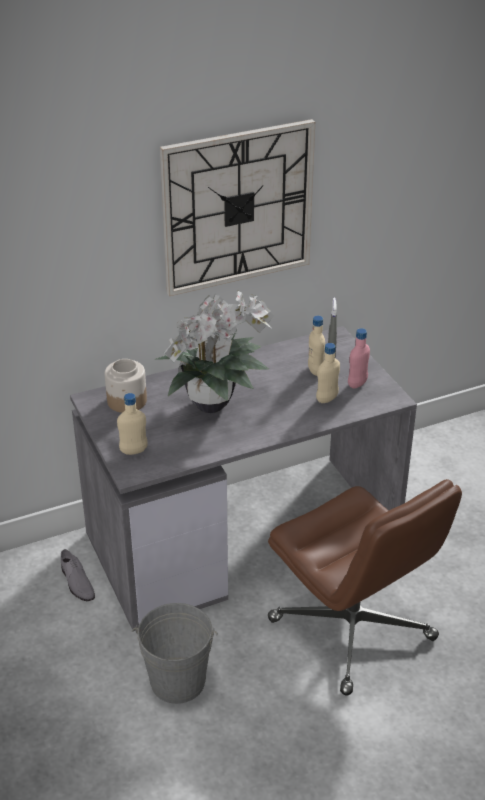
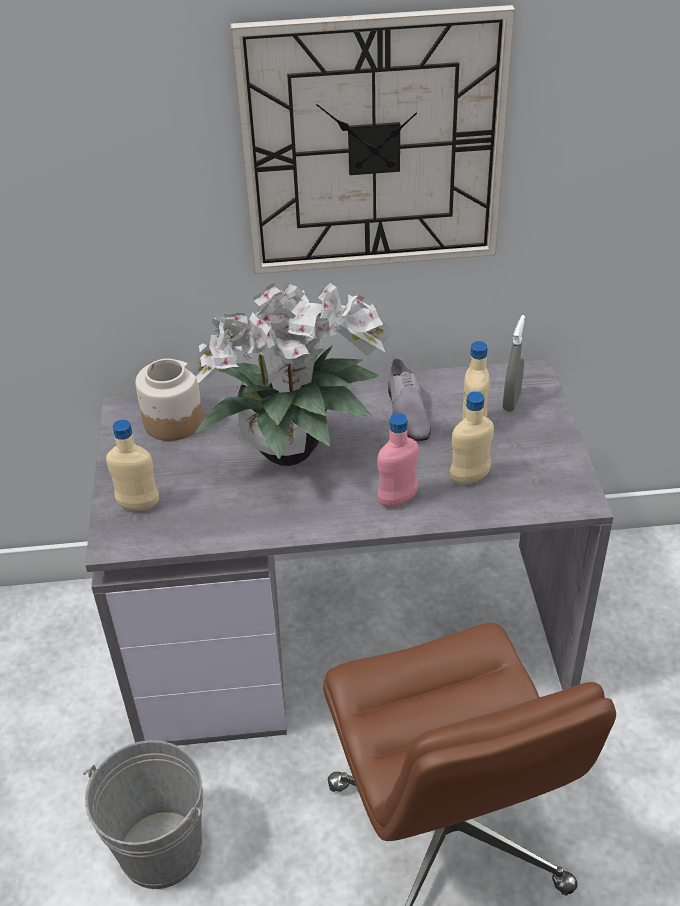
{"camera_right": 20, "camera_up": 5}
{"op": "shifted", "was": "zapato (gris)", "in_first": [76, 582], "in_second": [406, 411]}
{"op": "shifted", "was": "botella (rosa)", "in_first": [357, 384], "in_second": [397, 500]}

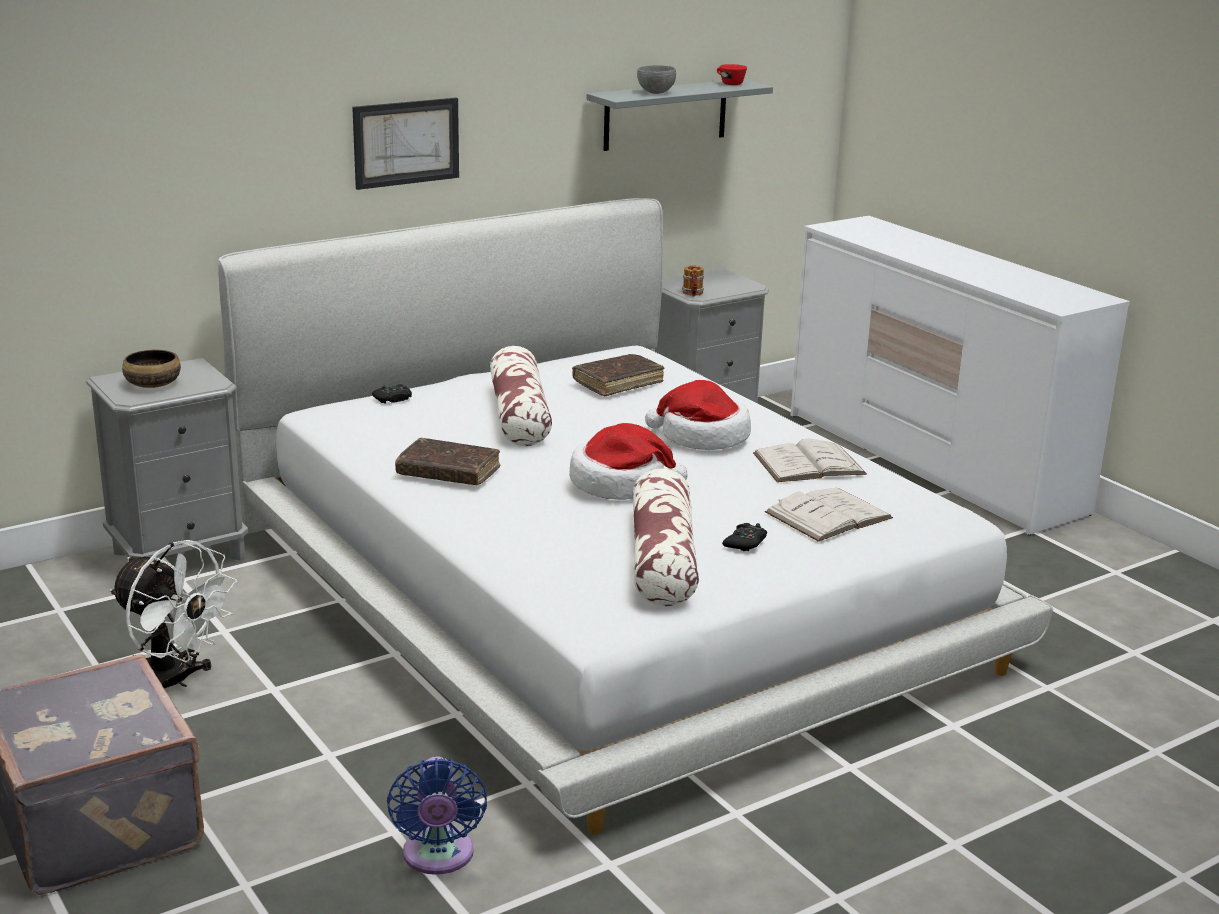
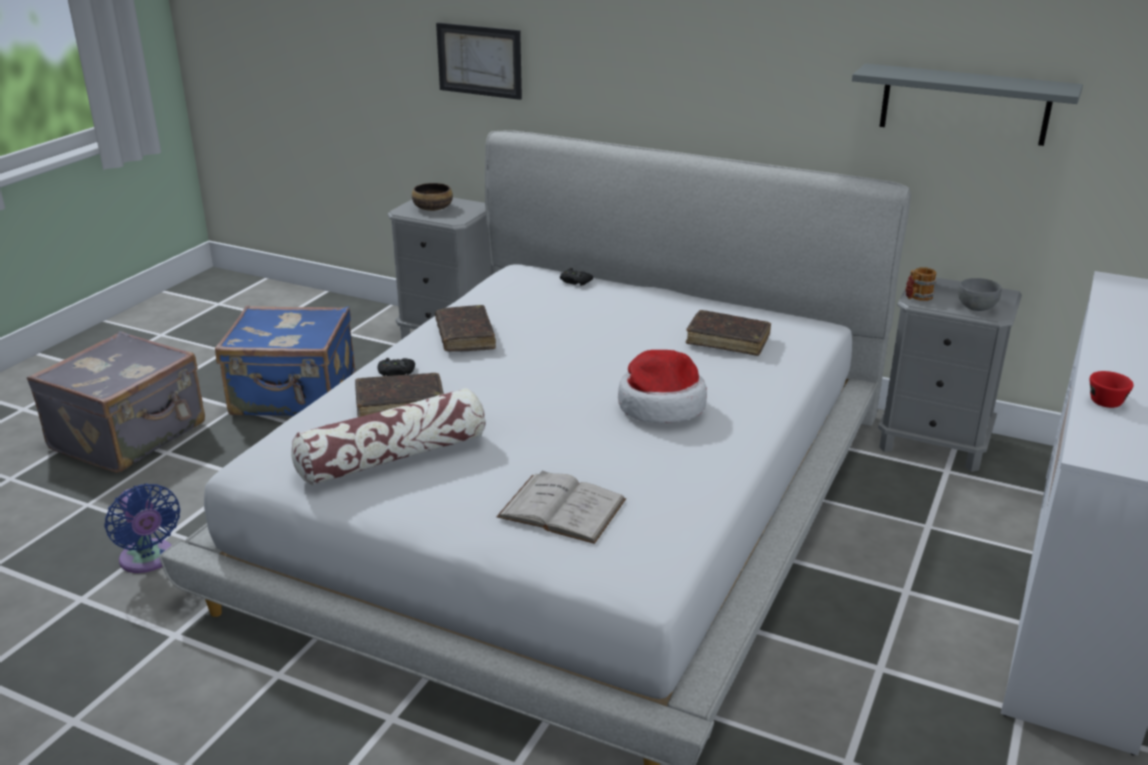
{"camera_right": 60, "camera_up": 5}
{"op": "swapped", "was": "ventilador (blanco)", "now": "maleta (azul)", "in_first": [175, 682], "in_second": [294, 396]}
{"op": "shifted", "was": "cuadro", "in_first": [406, 142], "in_second": [479, 60]}
{"op": "rotated", "was": "ventilador (azul)", "in_first": [438, 857], "in_second": [148, 560], "clockwise": -90}
{"op": "gone", "was": "cojín", "in_first": [519, 415]}
{"op": "gone", "was": "sombrero", "in_first": [620, 484]}
{"op": "shifted", "was": "cuenco (gris)", "in_first": [656, 92], "in_second": [977, 308]}
{"op": "shifted", "was": "taza (rojo)", "in_first": [729, 83], "in_second": [1104, 399]}
{"op": "shifted", "was": "mando de consola (negro)", "in_first": [745, 543], "in_second": [396, 372]}
{"op": "gone", "was": "libro (blanco)", "in_first": [809, 464]}
{"op": "new", "now": "libro (marrón)", "in_second": [400, 404]}

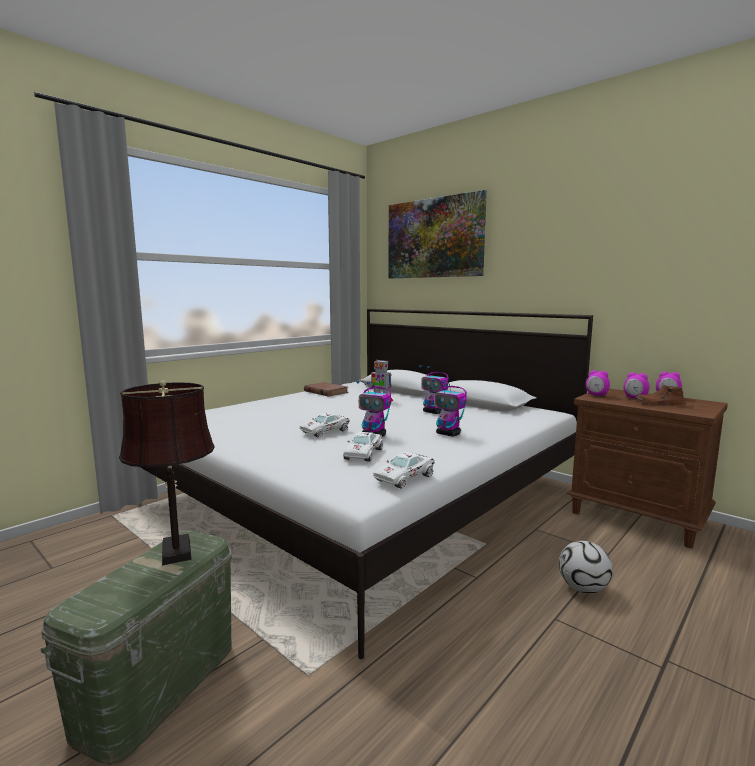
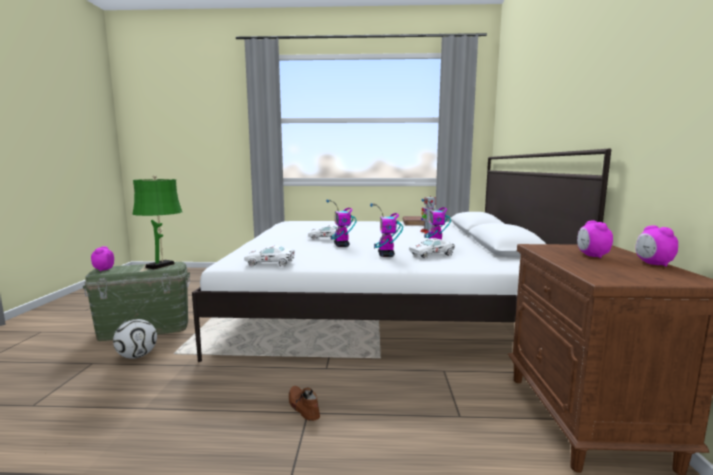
{"camera_right": 50, "camera_up": 0}
{"op": "repainted", "was": "lámpara de mesa (marrón)", "now": "lámpara de mesa (verde)", "in_first": [176, 548], "in_second": [162, 265]}
{"op": "shifted", "was": "coche de juguete (blanco)", "in_first": [363, 453], "in_second": [432, 254]}
{"op": "gone", "was": "cuadro", "in_first": [434, 238]}
{"op": "shifted", "was": "balón de fútbol", "in_first": [583, 588], "in_second": [137, 356]}
{"op": "shifted", "was": "despertador", "in_first": [596, 395], "in_second": [103, 269]}
{"op": "shifted", "was": "zapato (marrón)", "in_first": [659, 404], "in_second": [303, 407]}

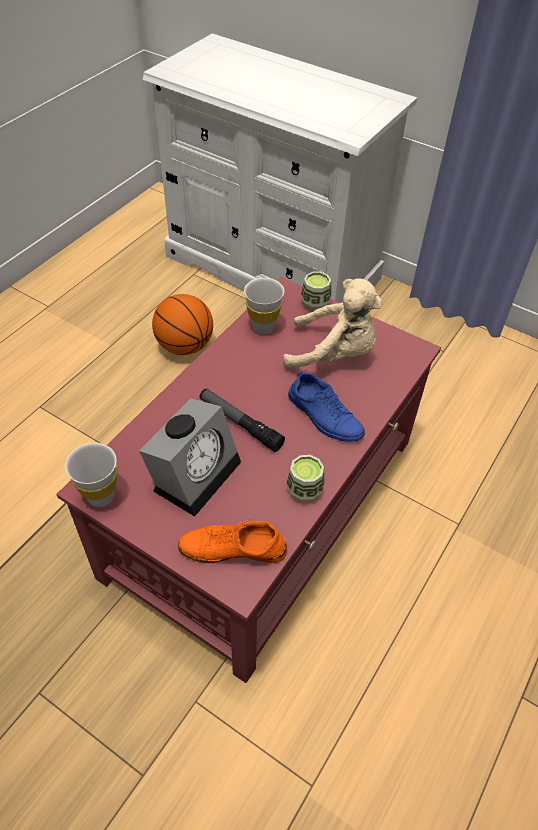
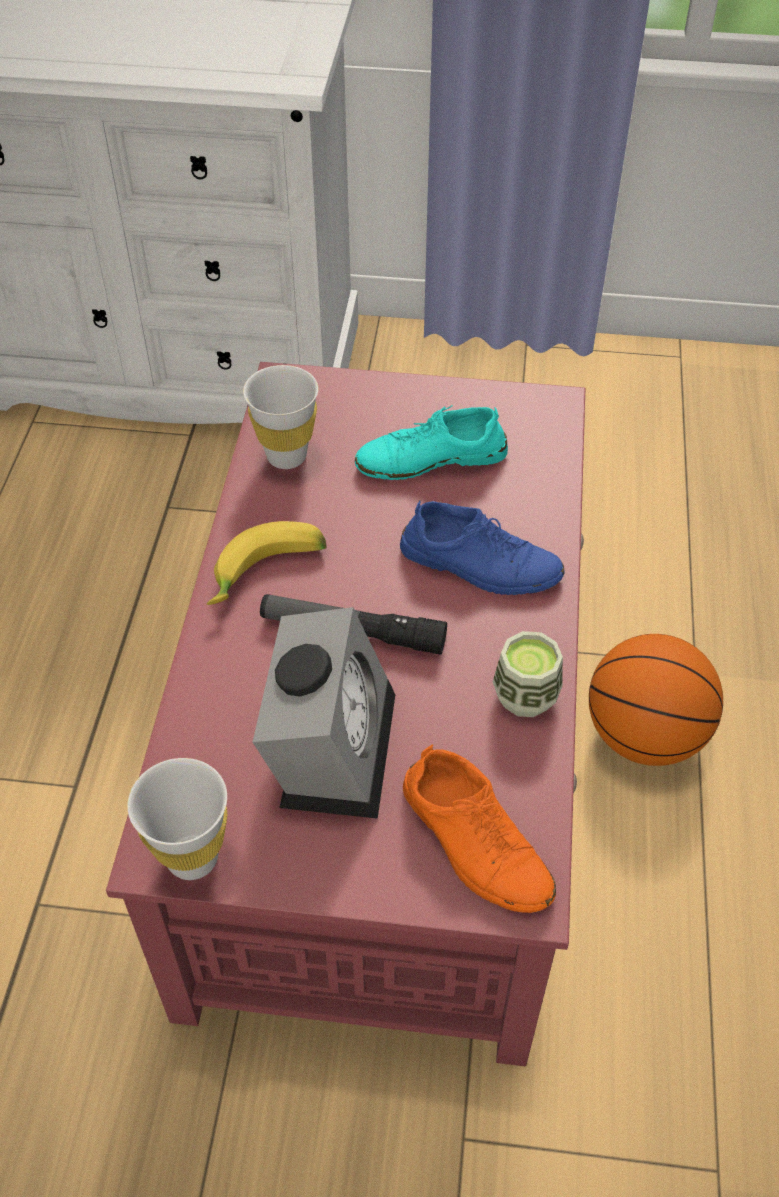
{"camera_right": -25, "camera_up": 0}
{"op": "shifted", "was": "balón de baloncesto", "in_first": [185, 346], "in_second": [644, 735]}
{"op": "rotated", "was": "zapato (naranja)", "in_first": [233, 549], "in_second": [475, 842], "clockwise": -105}
{"op": "swapped", "was": "peluche (beis)", "now": "zapato (turquesa)", "in_first": [334, 354], "in_second": [431, 458]}
{"op": "gone", "was": "taza", "in_first": [315, 303]}
{"op": "new", "now": "plátano", "in_second": [268, 574]}

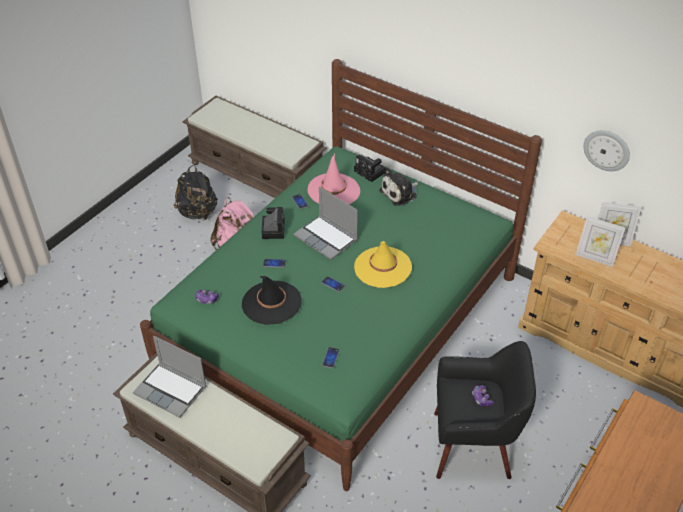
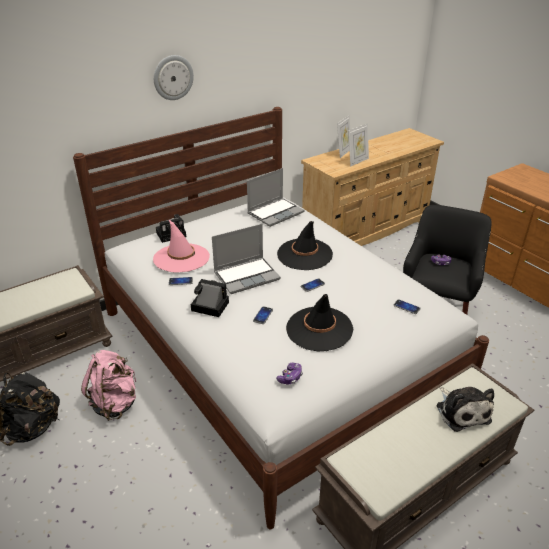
{"camera_right": -70, "camera_up": -10}
{"op": "shifted", "was": "portátil", "in_first": [171, 390], "in_second": [275, 213]}
{"op": "repainted", "was": "cama (verde)", "now": "cama (blanco)", "in_first": [341, 322], "in_second": [275, 350]}
{"op": "repainted", "was": "sombrero (amarillo)", "now": "sombrero (negro)", "in_first": [382, 267], "in_second": [304, 254]}
{"op": "shifted", "was": "peluche", "in_first": [400, 193], "in_second": [461, 411]}
{"op": "shifted", "was": "reloj de pared", "in_first": [607, 150], "in_second": [173, 77]}

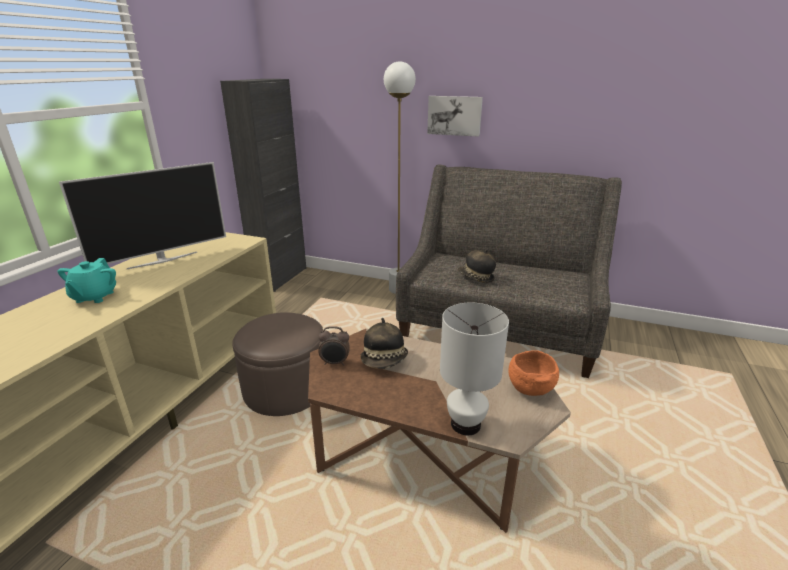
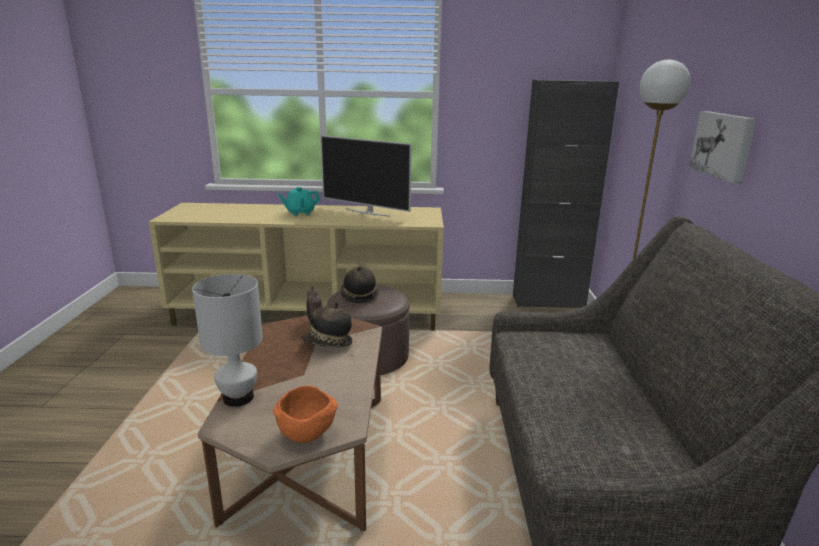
{"camera_right": 70, "camera_up": -5}
{"op": "shifted", "was": "sombrero", "in_first": [475, 278], "in_second": [359, 296]}

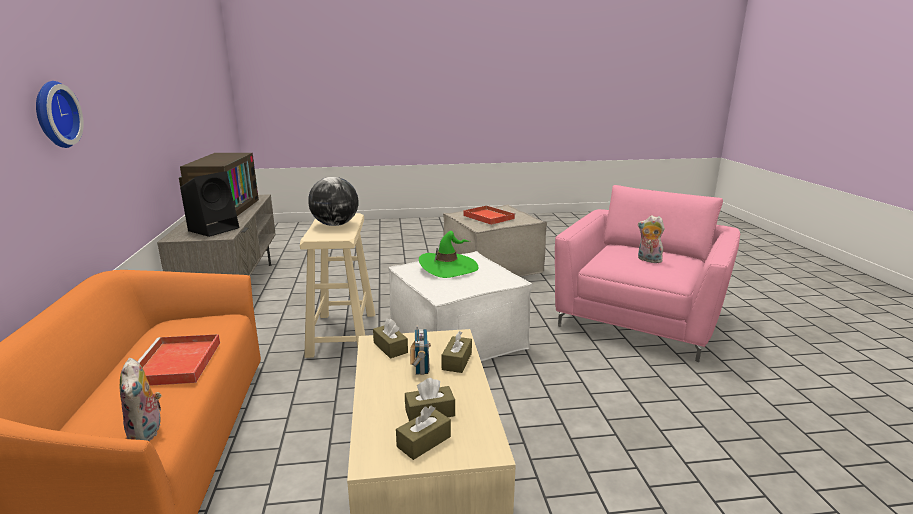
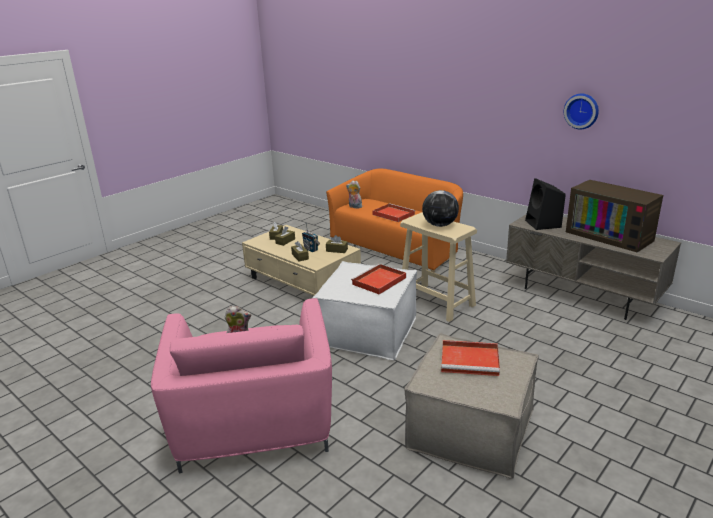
{"camera_right": 140, "camera_up": 5}
{"op": "shifted", "was": "reloj de pared", "in_first": [53, 114], "in_second": [582, 111]}
{"op": "swapped", "was": "sombrero (verde)", "now": "bandeja (rojo)", "in_first": [448, 267], "in_second": [378, 281]}

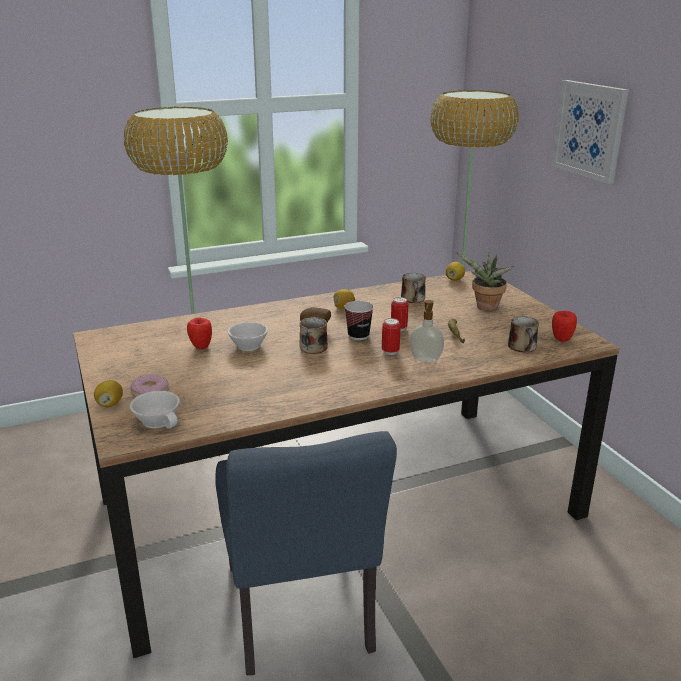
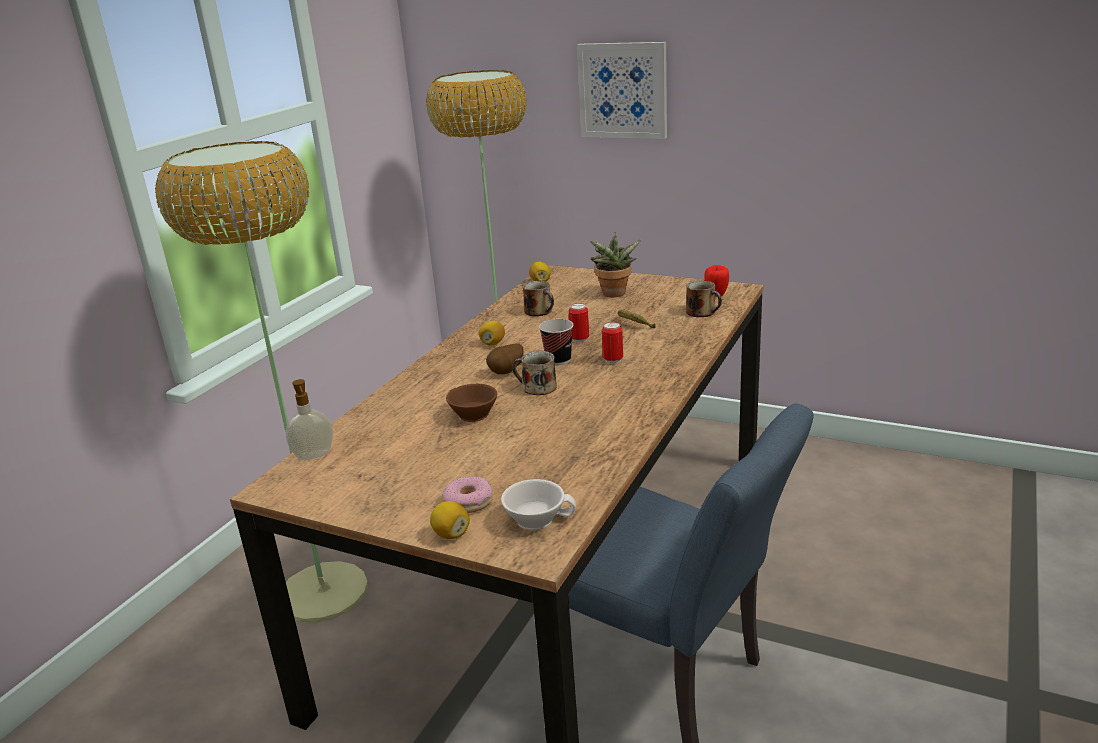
{"camera_right": -40, "camera_up": 0}
{"op": "gone", "was": "manzana", "in_first": [201, 347]}
{"op": "repainted", "was": "taza (blanco)", "now": "taza (marrón)", "in_first": [247, 345], "in_second": [471, 414]}
{"op": "shifted", "was": "dispensador de jabón", "in_first": [425, 360], "in_second": [314, 456]}

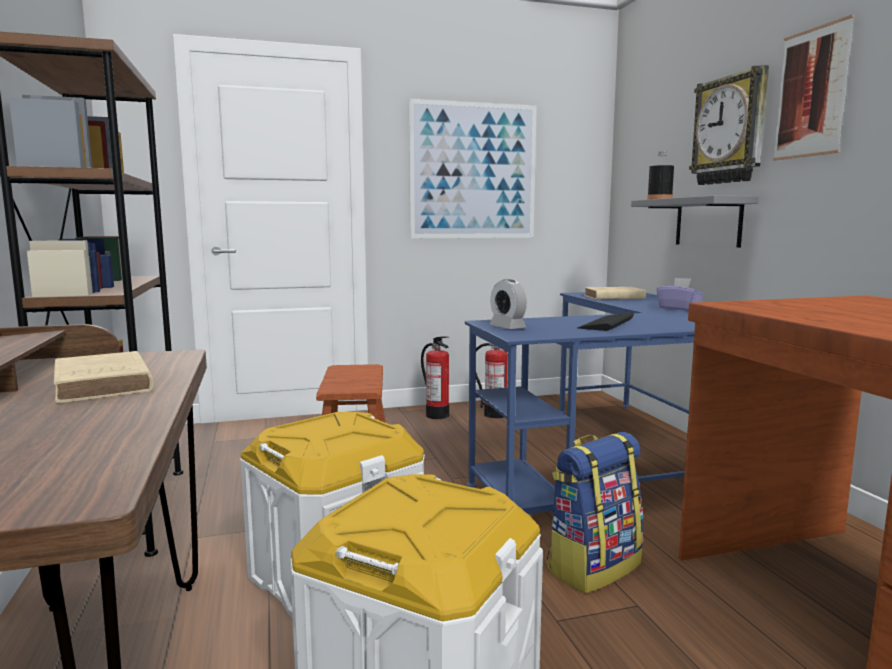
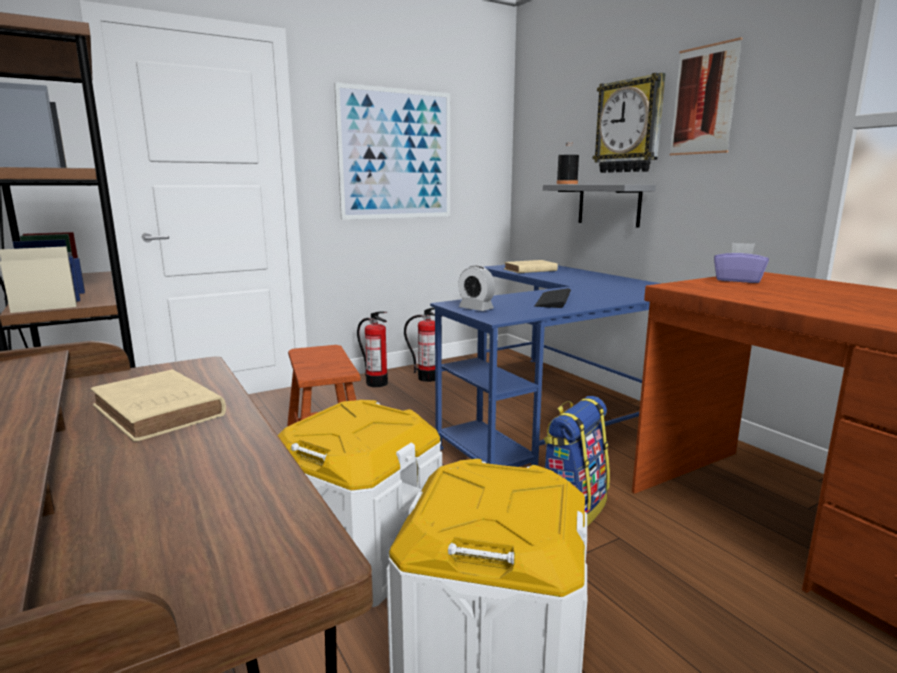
{"camera_right": -15, "camera_up": 5}
{"op": "shifted", "was": "caja de pañuelos (morado)", "in_first": [679, 309], "in_second": [738, 280]}

